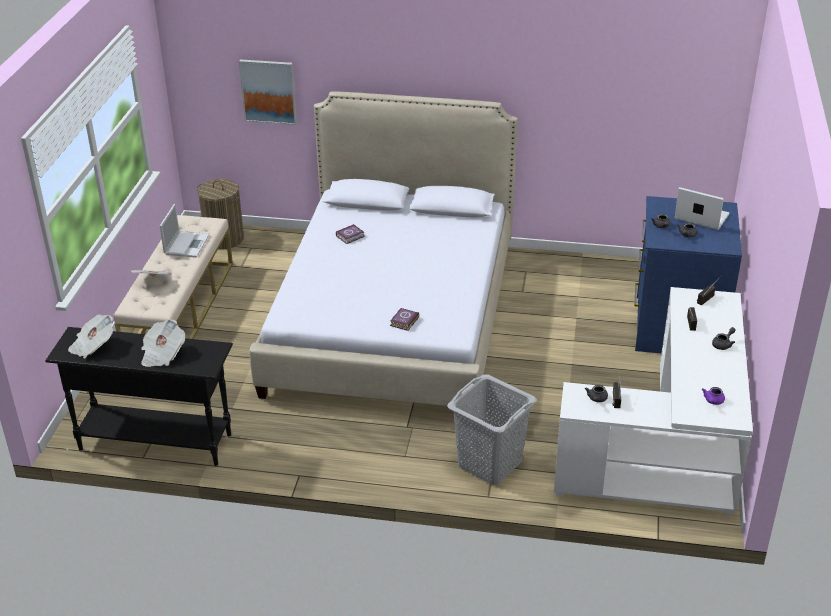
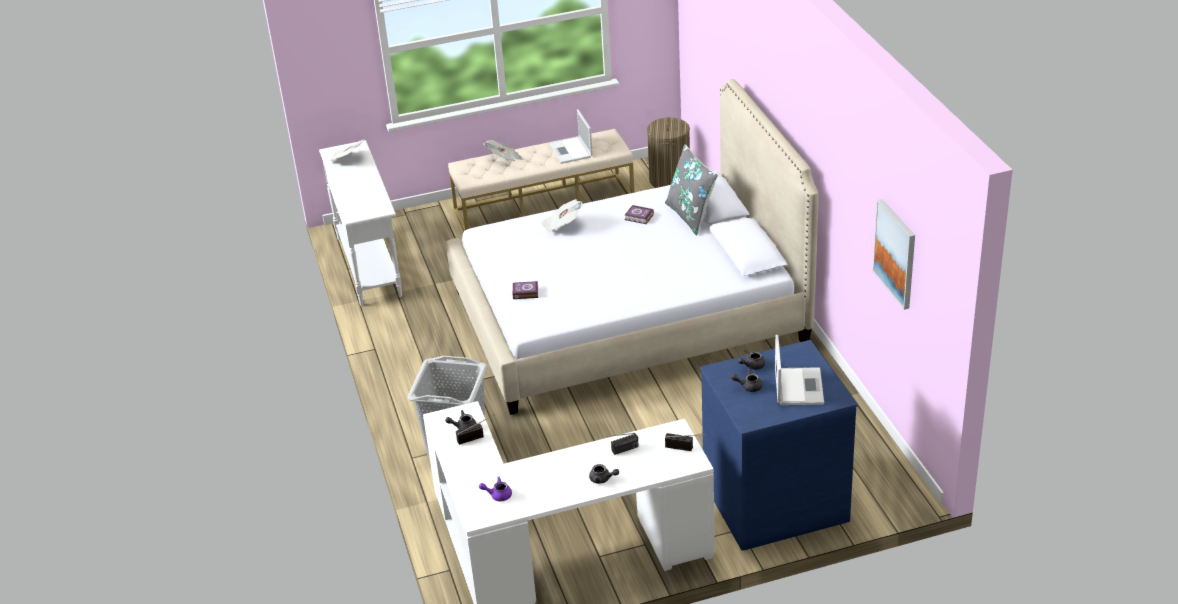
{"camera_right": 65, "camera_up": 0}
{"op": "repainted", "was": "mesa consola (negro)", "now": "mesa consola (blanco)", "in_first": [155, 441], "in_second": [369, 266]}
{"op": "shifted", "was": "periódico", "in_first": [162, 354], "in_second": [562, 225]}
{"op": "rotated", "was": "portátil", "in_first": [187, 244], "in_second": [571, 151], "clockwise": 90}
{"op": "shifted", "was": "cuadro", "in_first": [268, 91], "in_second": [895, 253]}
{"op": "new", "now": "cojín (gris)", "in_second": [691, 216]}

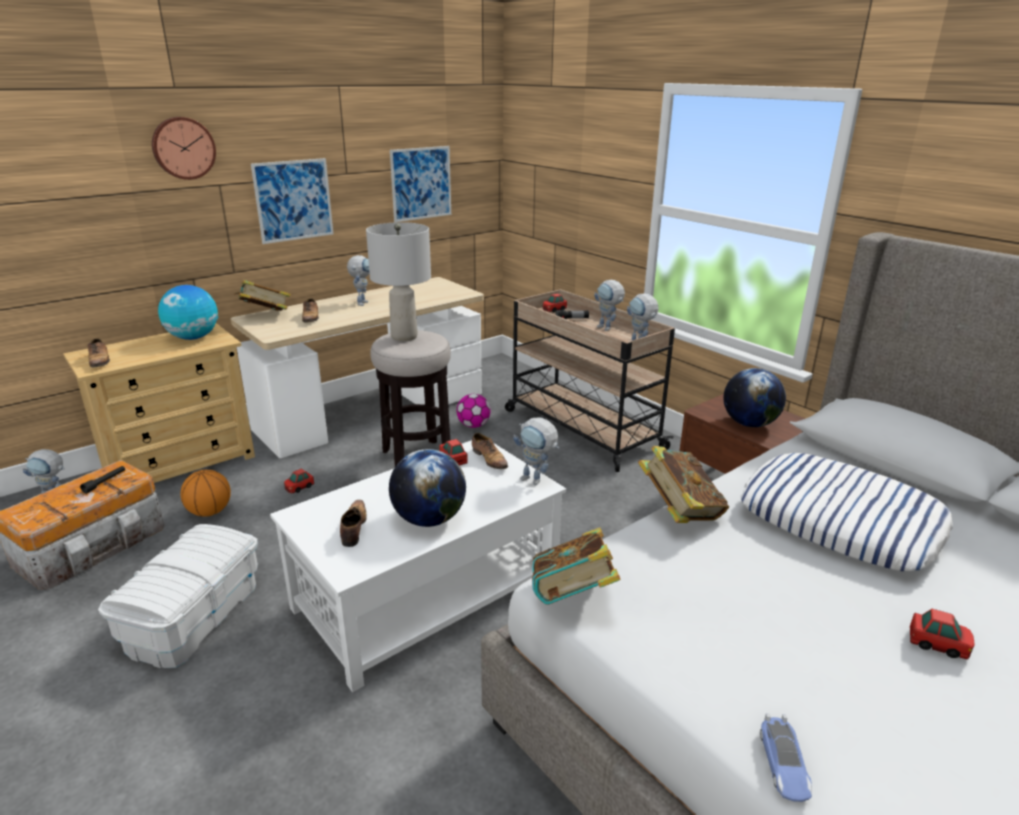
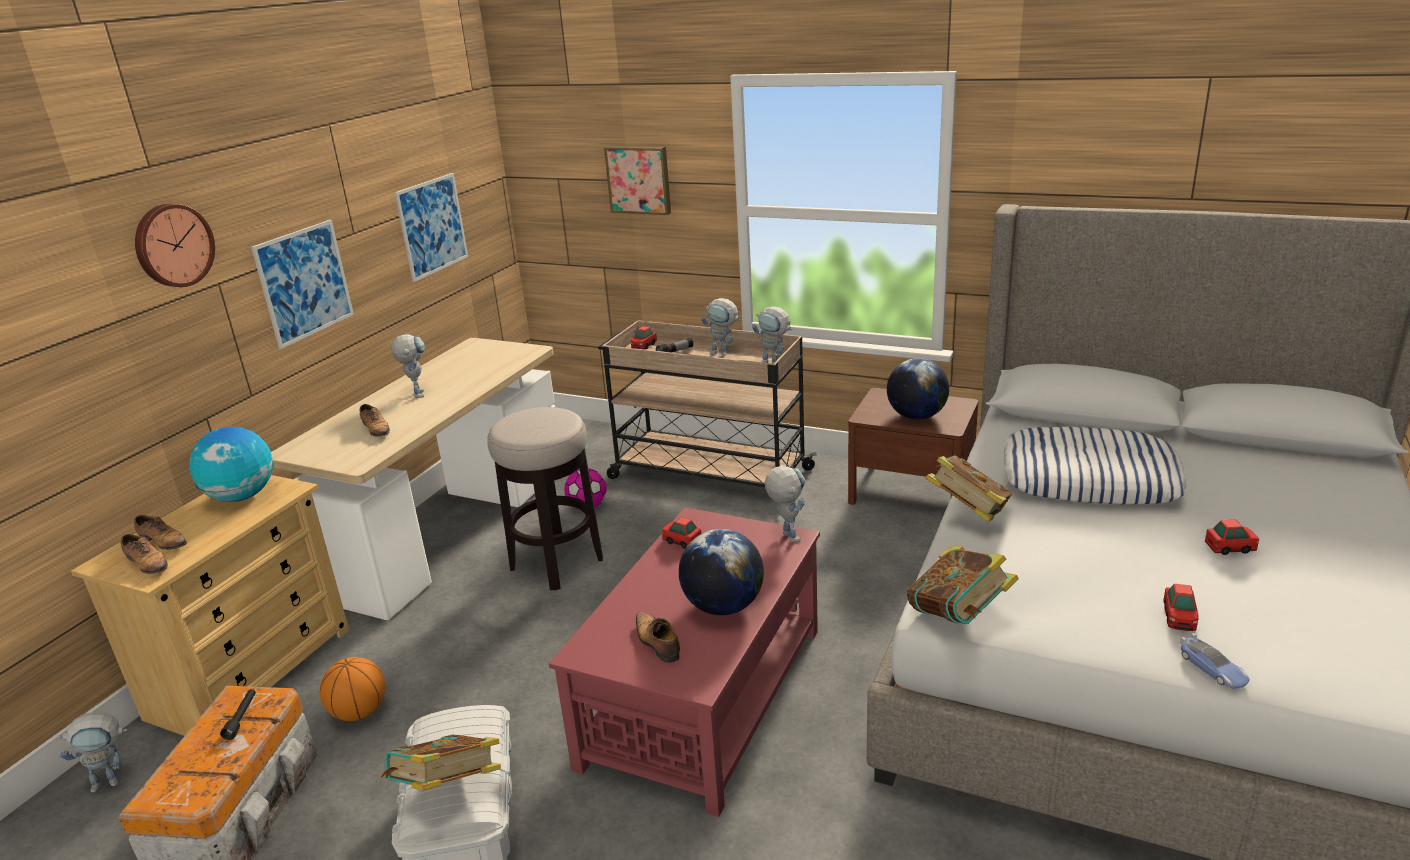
{"camera_right": -25, "camera_up": 0}
{"op": "shifted", "was": "libro", "in_first": [265, 316], "in_second": [447, 789]}
{"op": "repainted", "was": "mesa de centro (blanco)", "now": "mesa de centro (rojo)", "in_first": [426, 593], "in_second": [703, 696]}
{"op": "shifted", "was": "coche de juguete", "in_first": [299, 487], "in_second": [1179, 618]}
{"op": "gone", "was": "lámpara de mesa (gris)", "in_first": [403, 337]}
{"op": "shifted", "was": "zapato", "in_first": [489, 459], "in_second": [164, 541]}
{"op": "rotated", "was": "robot de juguete", "in_first": [536, 481], "in_second": [786, 534], "clockwise": -120}
{"op": "new", "now": "cuadro", "in_second": [639, 179]}

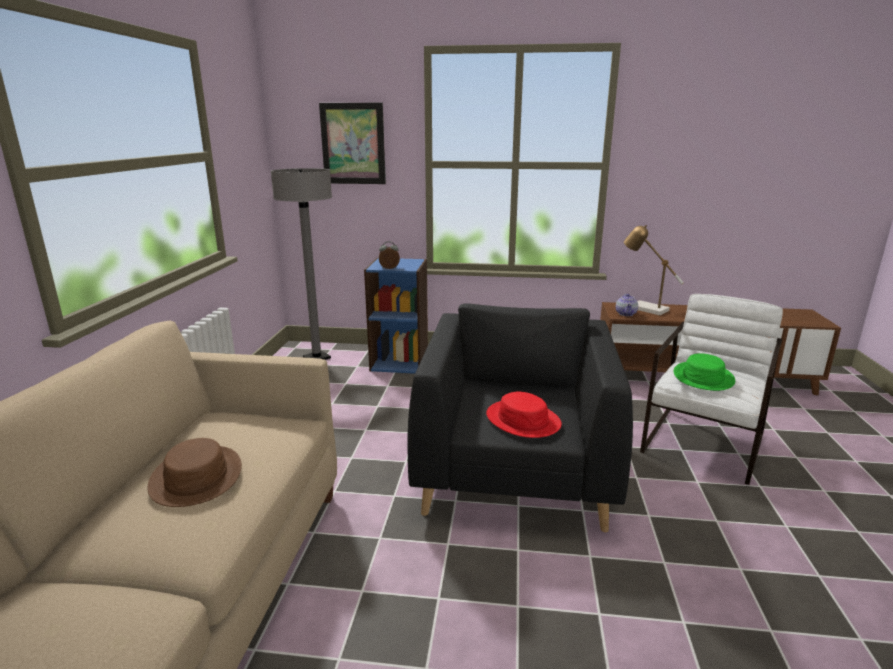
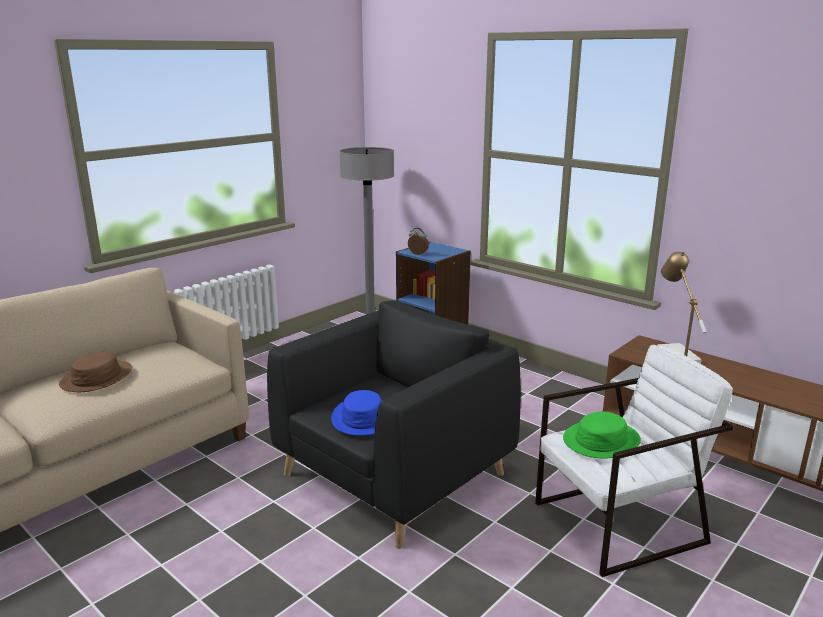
{"camera_right": 35, "camera_up": 0}
{"op": "gone", "was": "cuadro", "in_first": [353, 144]}
{"op": "repainted", "was": "sombrero (rojo)", "now": "sombrero (azul)", "in_first": [523, 420], "in_second": [363, 418]}
{"op": "gone", "was": "tetera", "in_first": [626, 314]}

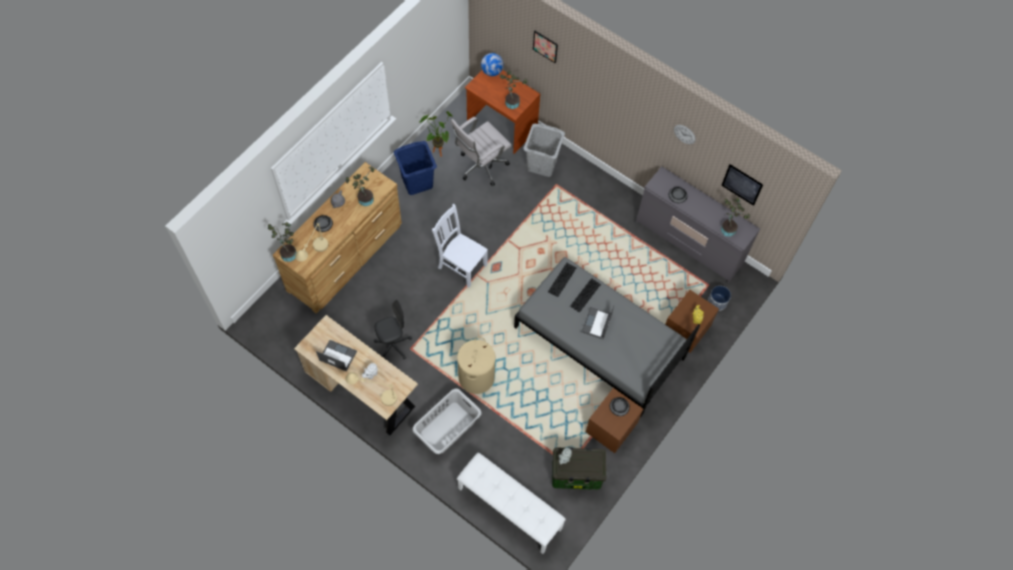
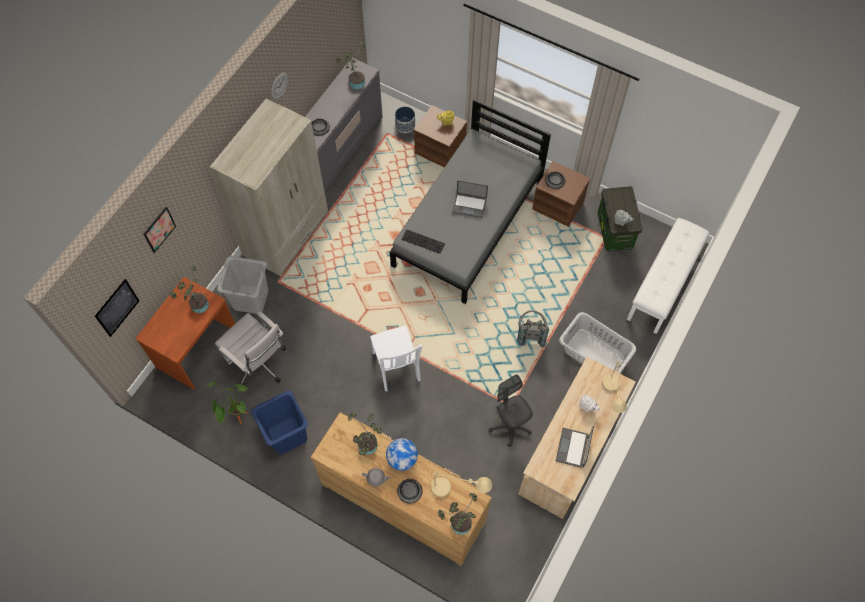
{"camera_right": -95, "camera_up": 0}
{"op": "rotated", "was": "silla (blanco)", "in_first": [461, 265], "in_second": [396, 368], "clockwise": -45}
{"op": "swapped", "was": "cesto de la ropa (beis)", "now": "mochila (gris)", "in_first": [476, 377], "in_second": [530, 333]}
{"op": "shifted", "was": "globo terráqueo", "in_first": [492, 71], "in_second": [402, 459]}
{"op": "gone", "was": "teclado", "in_first": [585, 296]}
{"op": "shifted", "was": "cuadro", "in_first": [742, 184], "in_second": [117, 308]}
{"op": "new", "now": "armario ropero (beis)", "in_second": [286, 234]}

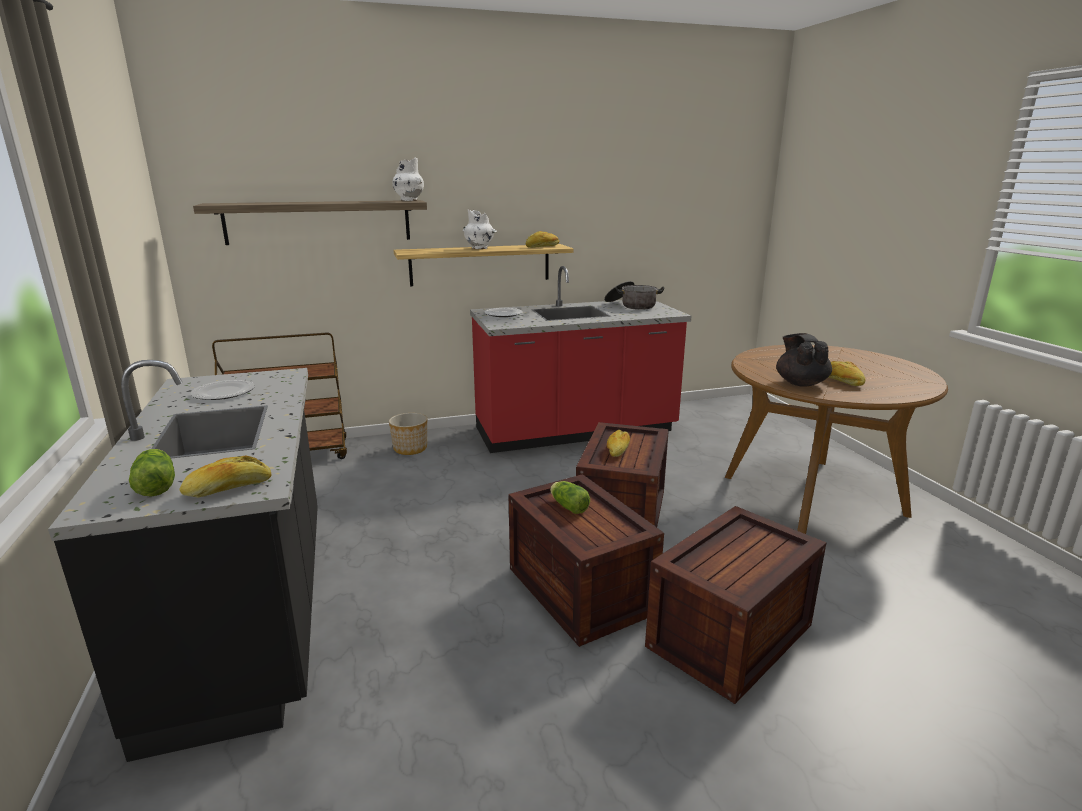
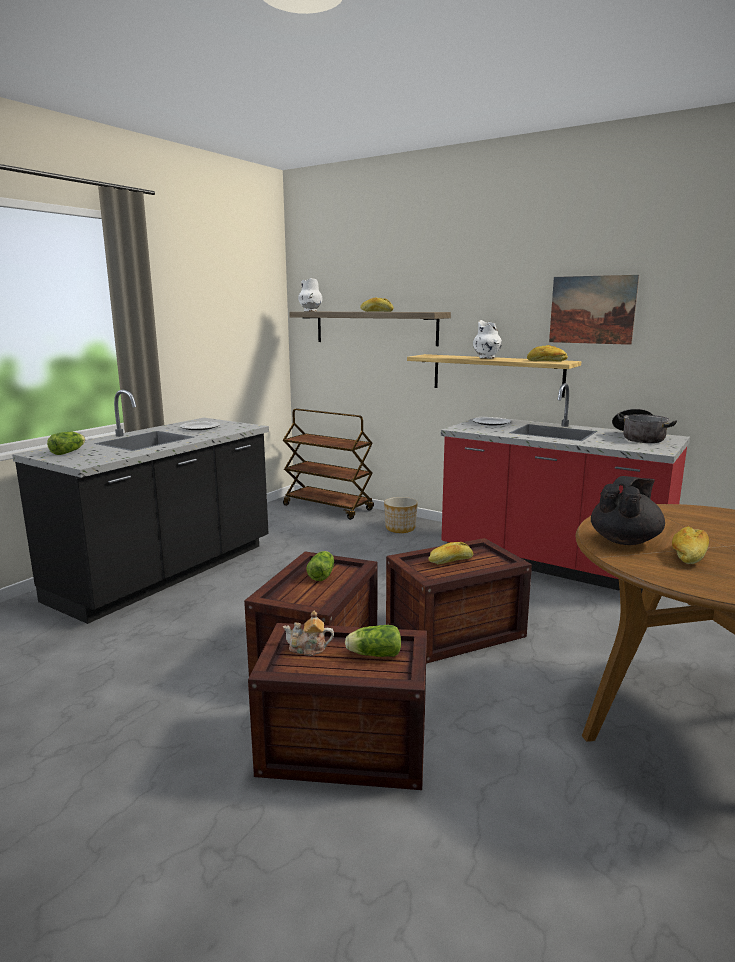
{"camera_right": 50, "camera_up": -5}
{"op": "shifted", "was": "pan", "in_first": [228, 489], "in_second": [376, 311]}
{"op": "shifted", "was": "florero (blanco)", "in_first": [408, 200], "in_second": [310, 311]}
{"op": "new", "now": "tetera", "in_second": [308, 649]}
{"op": "new", "now": "lechuga", "in_second": [373, 654]}
{"op": "new", "now": "cuadro", "in_second": [592, 310]}

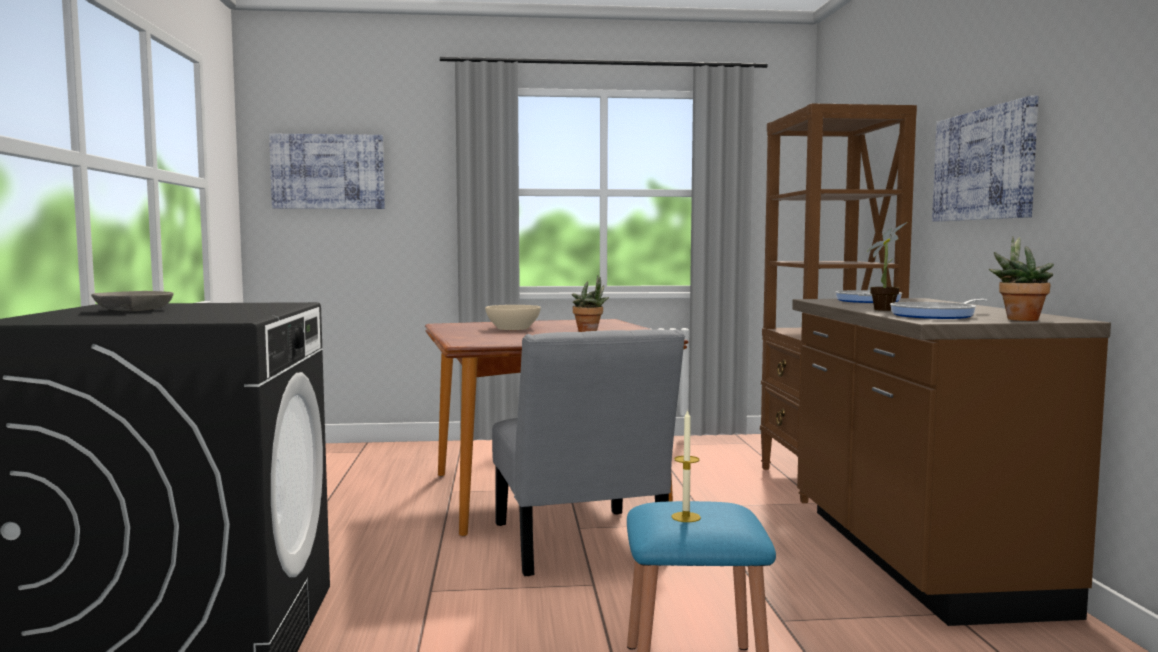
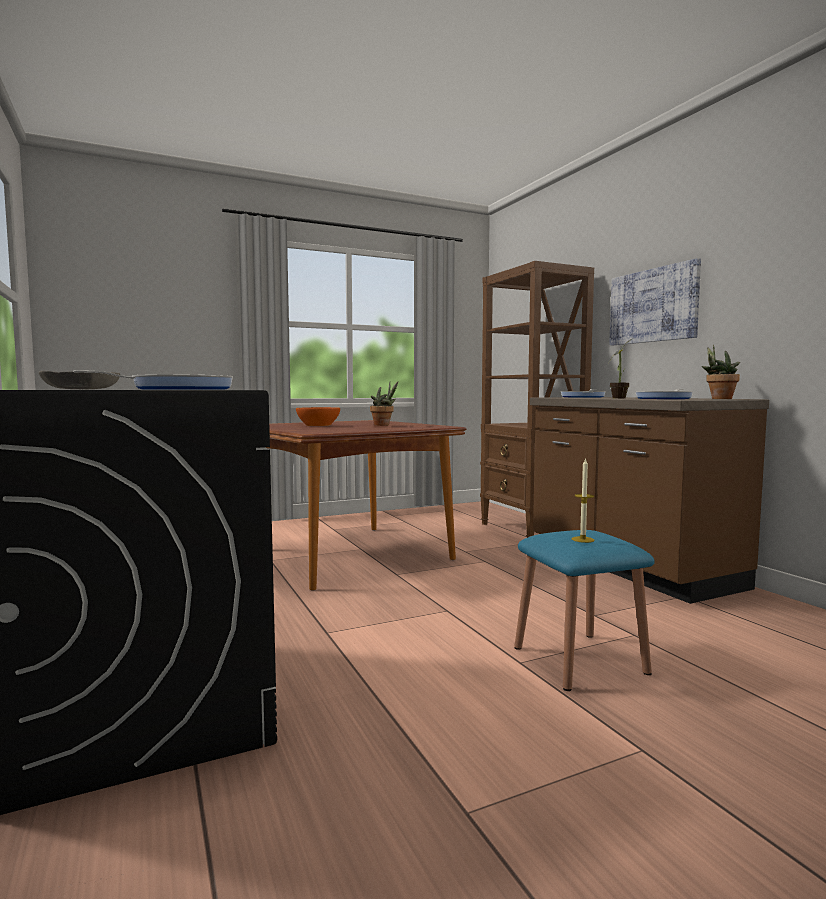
{"camera_right": -20, "camera_up": 0}
{"op": "gone", "was": "cuadro", "in_first": [328, 172]}
{"op": "repainted", "was": "cuenco (beis)", "now": "cuenco (naranja)", "in_first": [513, 328], "in_second": [318, 425]}
{"op": "gone", "was": "silla (gris)", "in_first": [580, 546]}
{"op": "new", "now": "sartén", "in_second": [177, 389]}

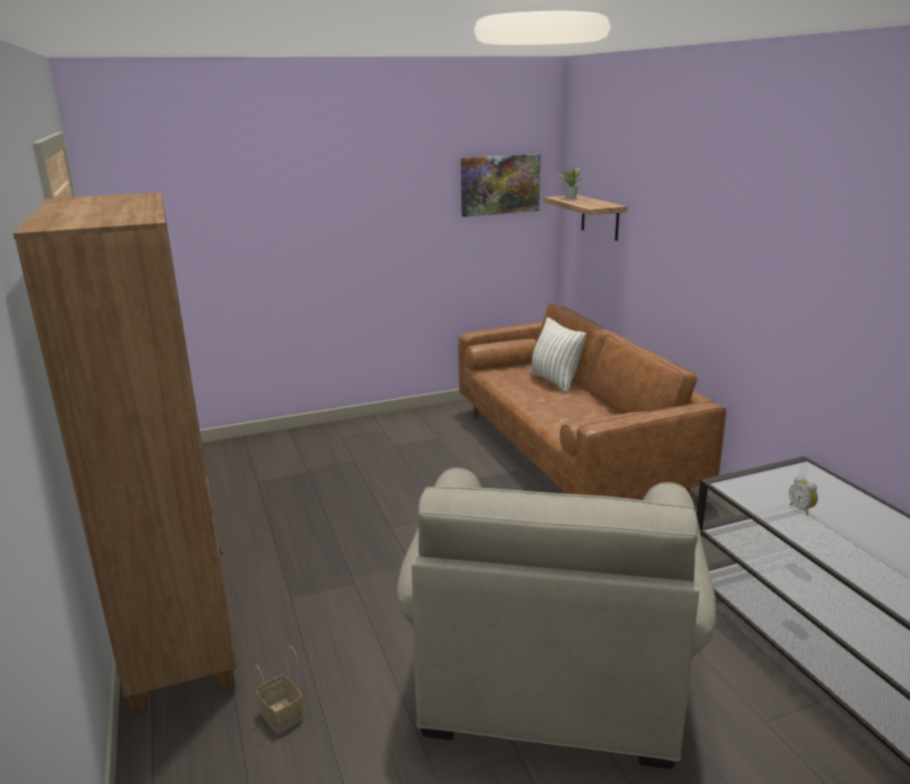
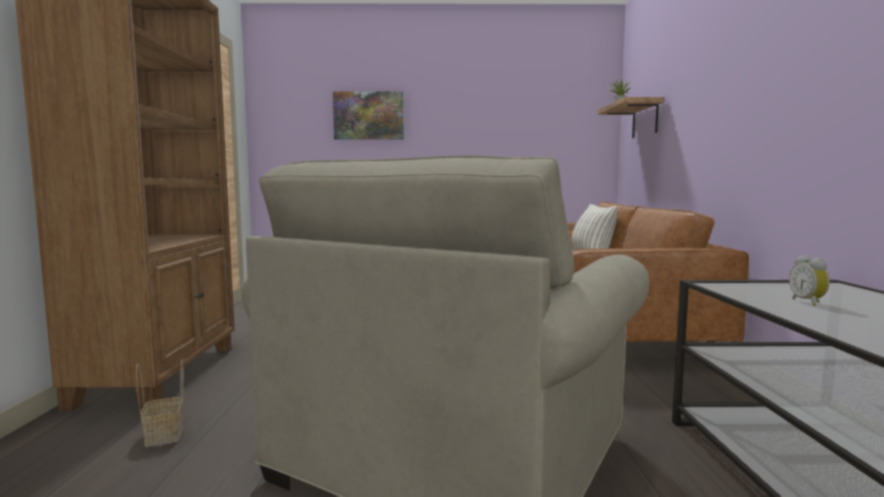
{"camera_right": 20, "camera_up": -15}
{"op": "shifted", "was": "cuadro", "in_first": [500, 184], "in_second": [368, 115]}

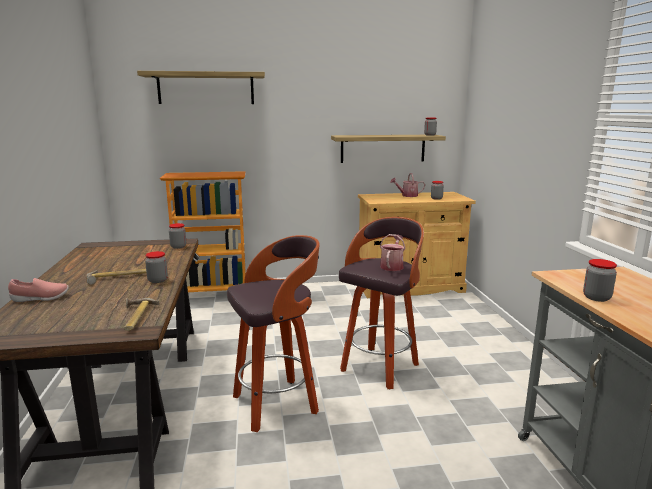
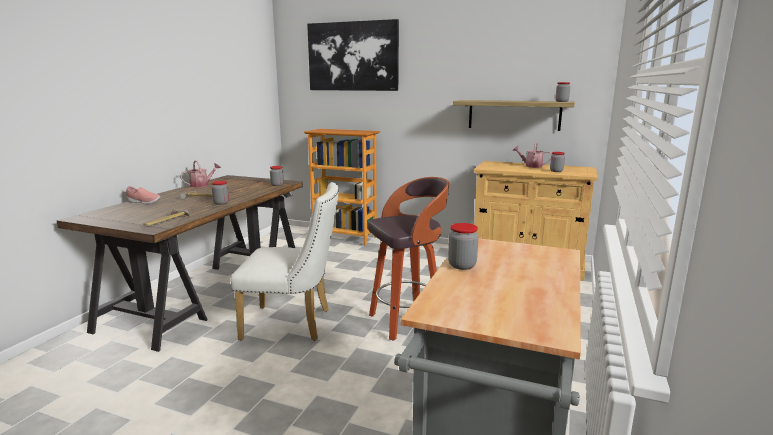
{"camera_right": 30, "camera_up": 0}
{"op": "swapped", "was": "estante", "now": "cuadro", "in_first": [206, 88], "in_second": [353, 56]}
{"op": "swapped", "was": "taburete", "now": "silla (blanco)", "in_first": [277, 404], "in_second": [294, 324]}
{"op": "shifted", "was": "regadera", "in_first": [392, 266], "in_second": [202, 185]}

